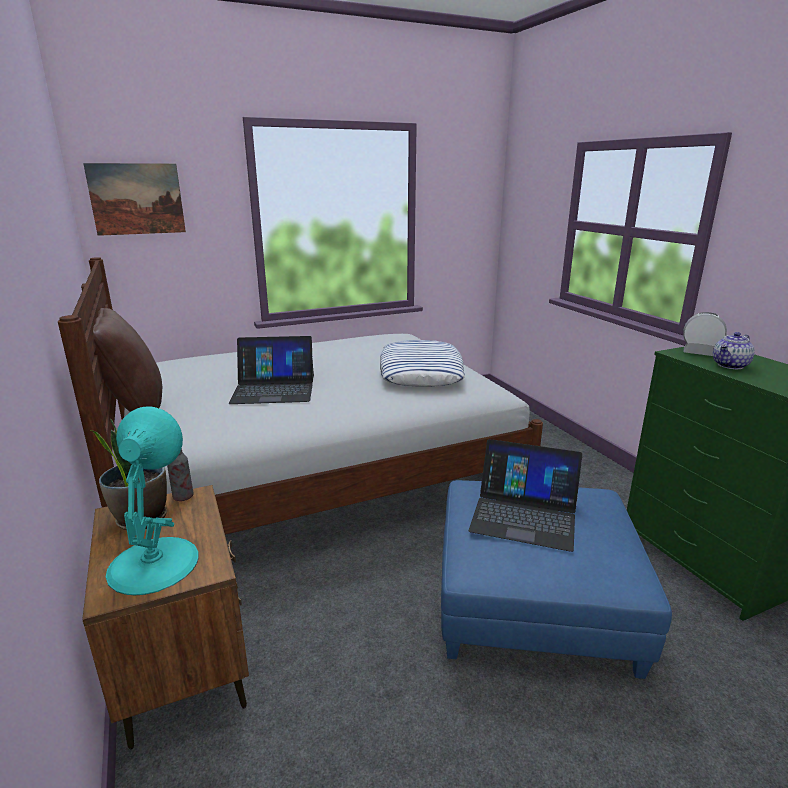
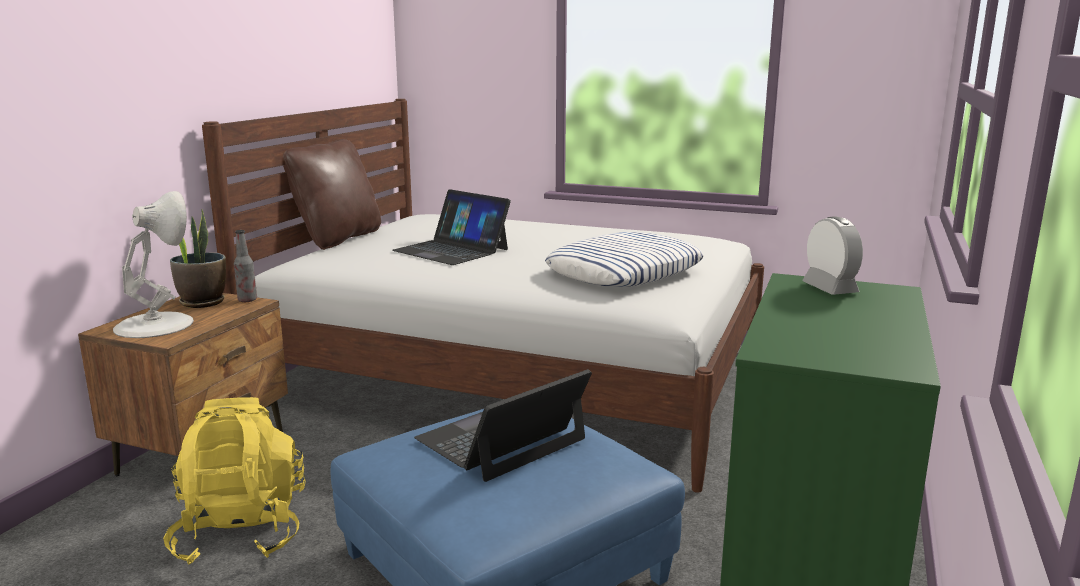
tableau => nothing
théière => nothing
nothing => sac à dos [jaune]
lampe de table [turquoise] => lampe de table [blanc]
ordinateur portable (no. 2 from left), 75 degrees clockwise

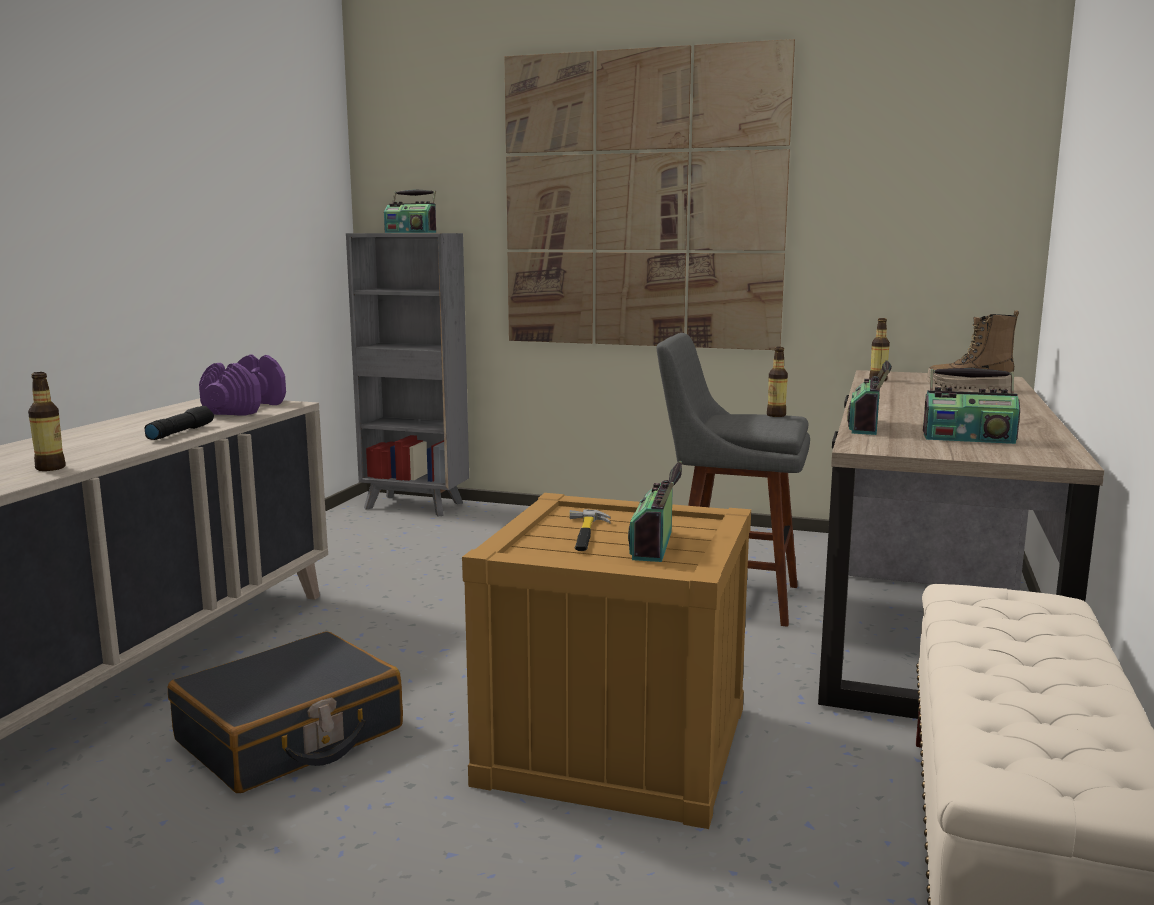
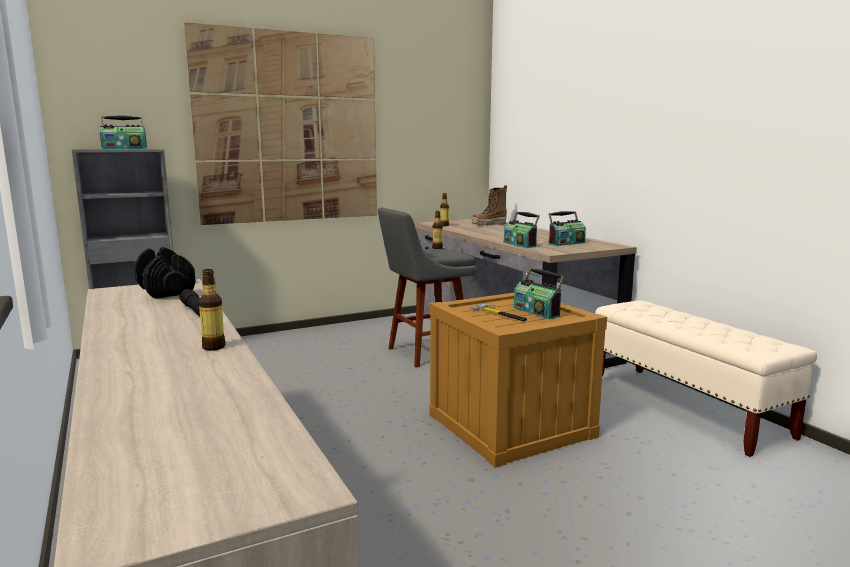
valise [noir] => nothing
haltère [violet] => haltère [noir]

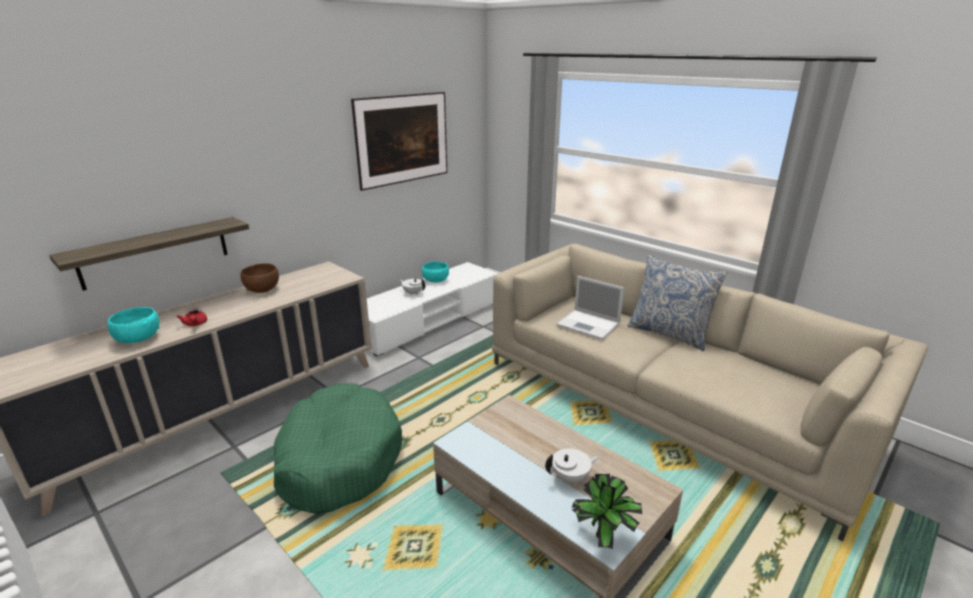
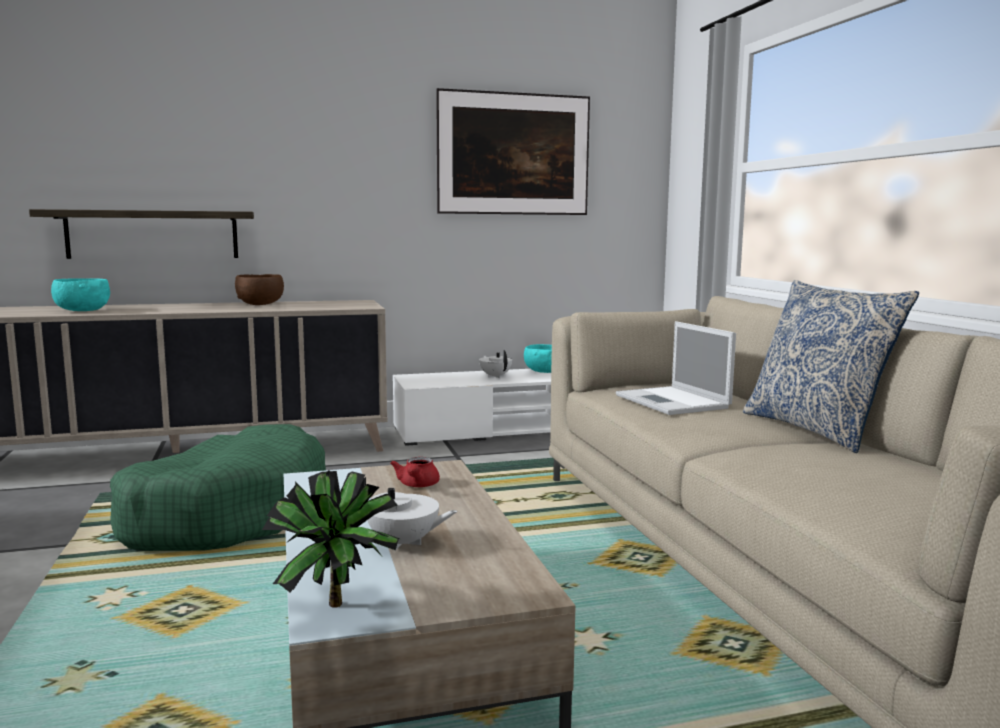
théière [rouge], shifted

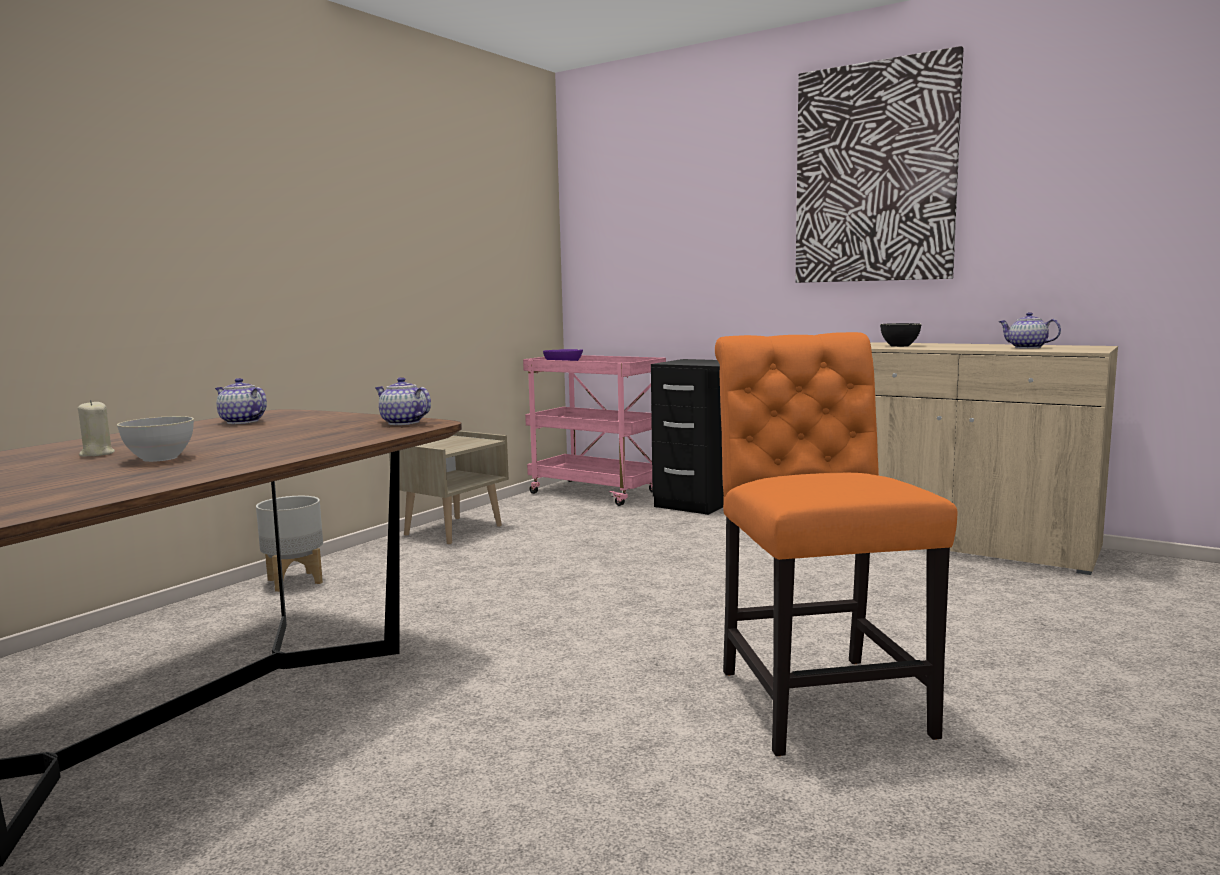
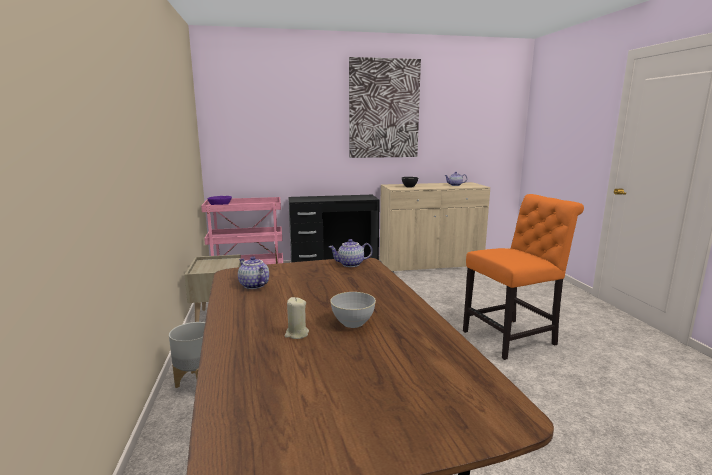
théière (no. 1 from left), 60 degrees clockwise
chaise [orange], 120 degrees clockwise

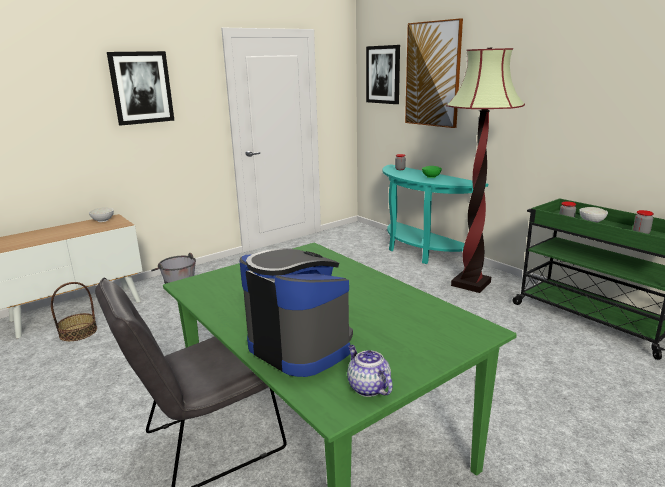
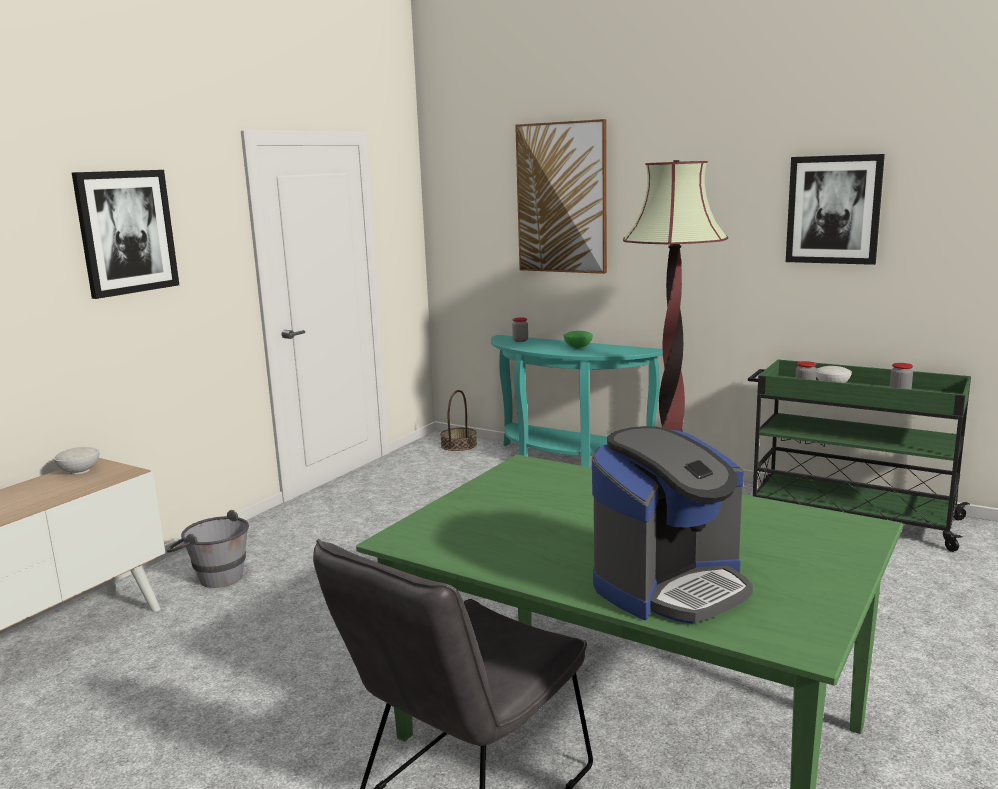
théière => nothing
panier, shifted
tableau (no. 2 from left in the first image) => tableau (no. 3 from left), shifted
machine à café, 120 degrees clockwise

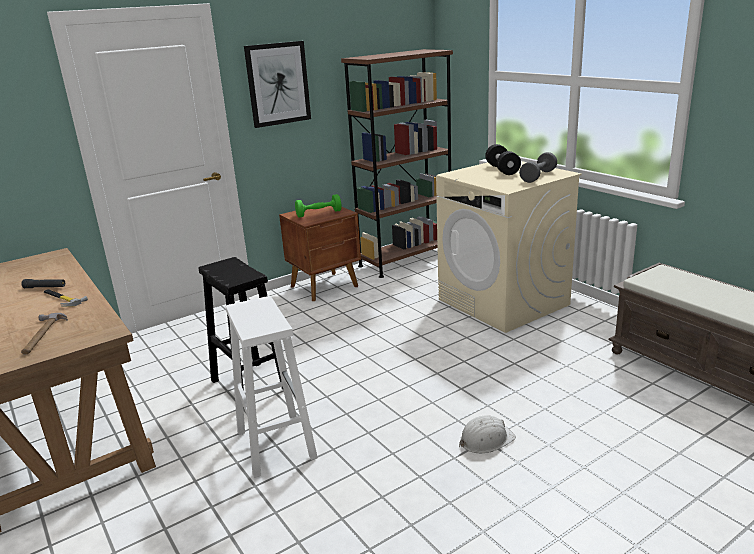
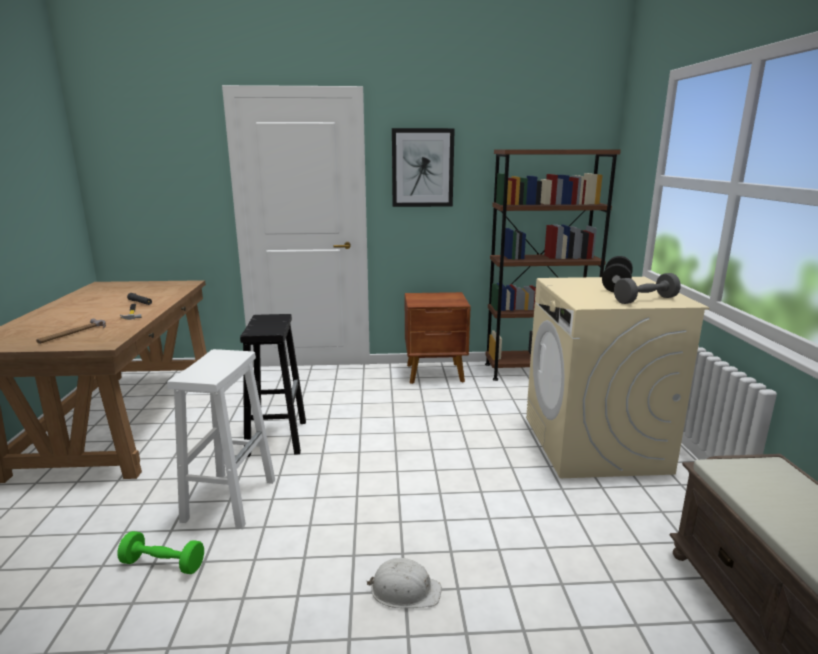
haltère [vert], shifted

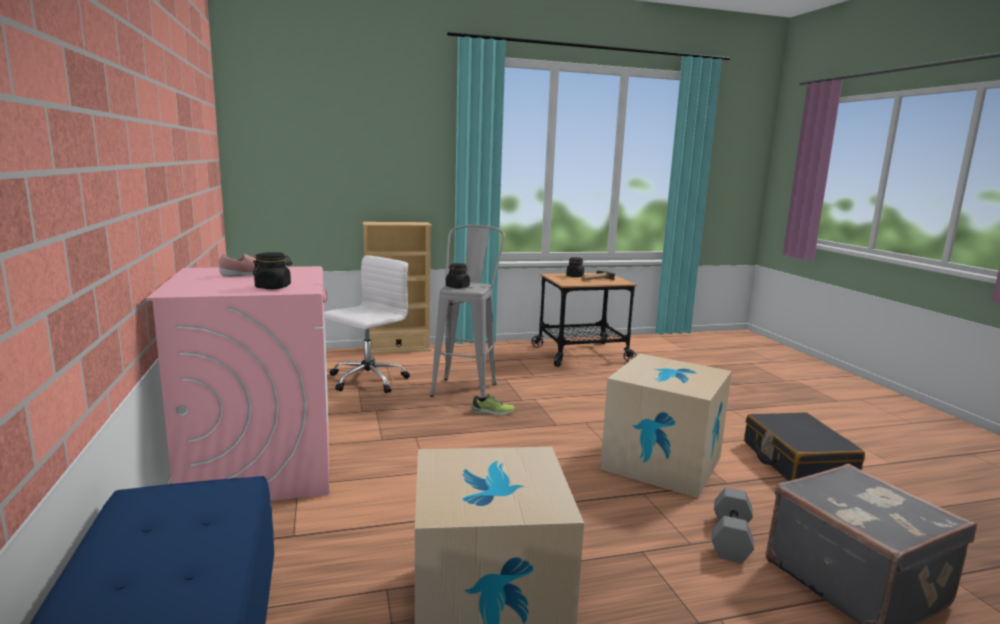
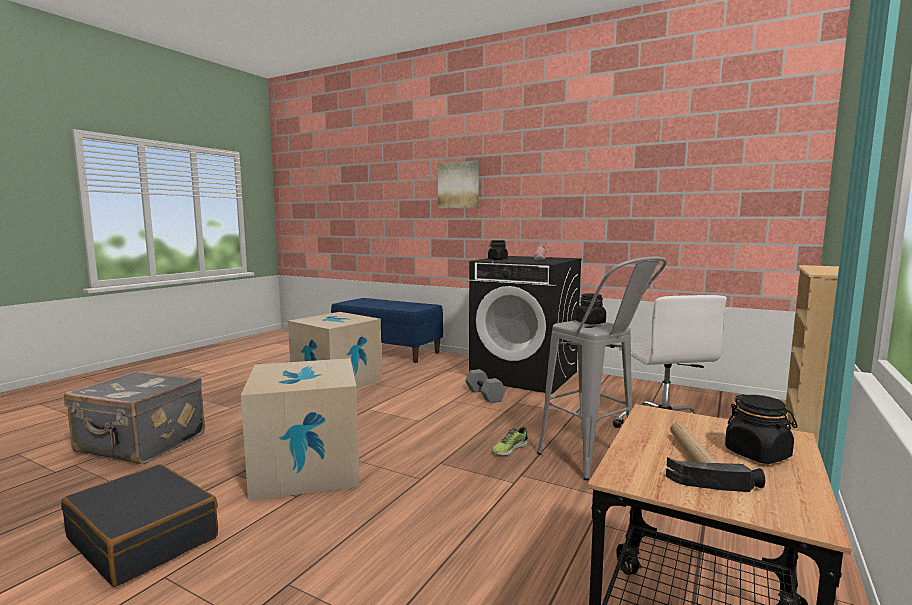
nothing => tableau
haltère [gris], shifted
lave-linge [rose] => lave-linge [noir]

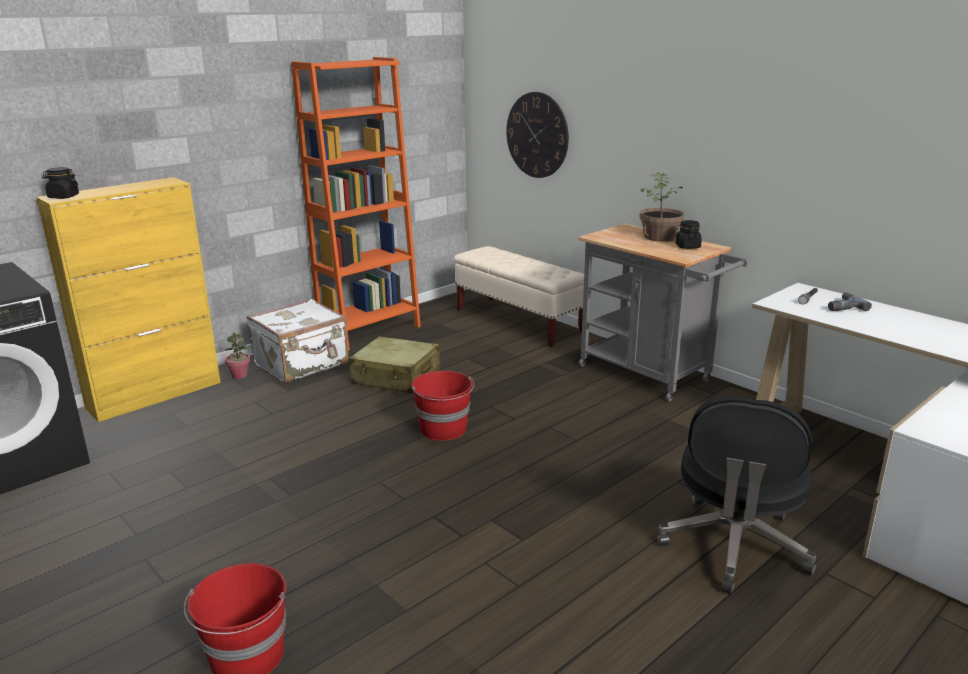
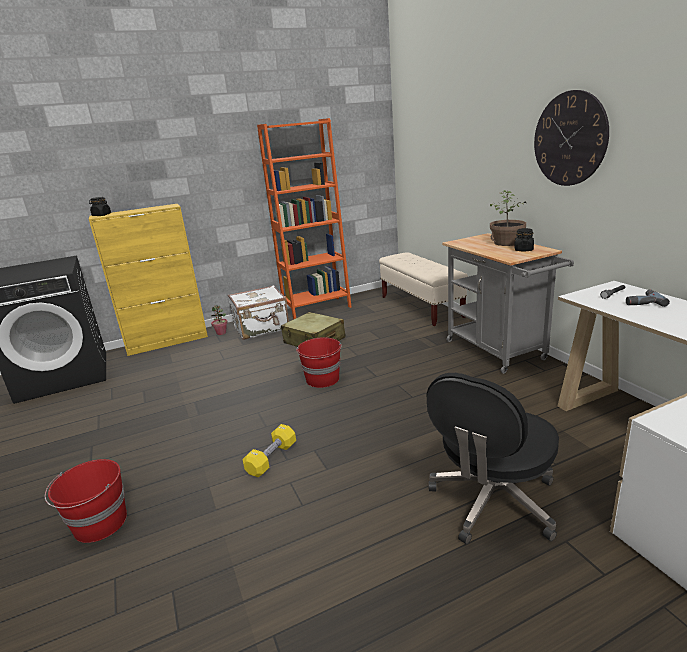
nothing => haltère [jaune]
horloge murale, shifted

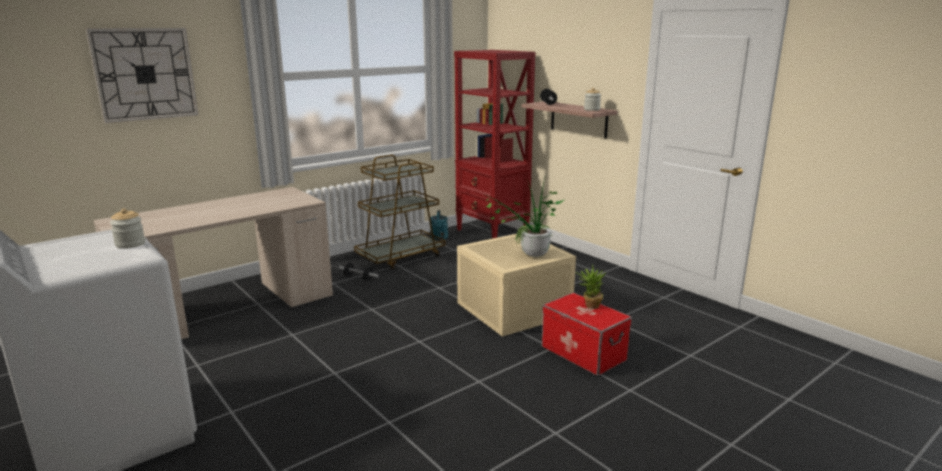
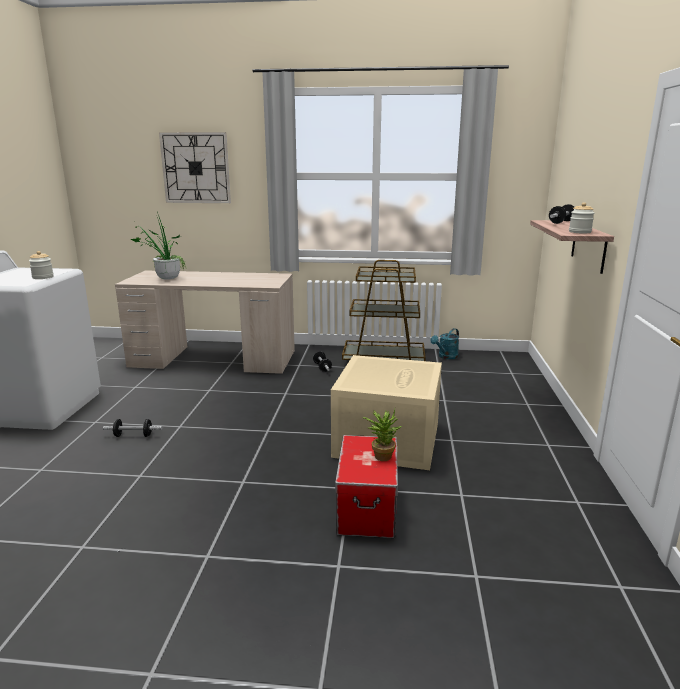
bibliothèque [rouge] => nothing
nothing => haltère (no. 1 from left)
plante en pot (no. 1 from left), shifted

